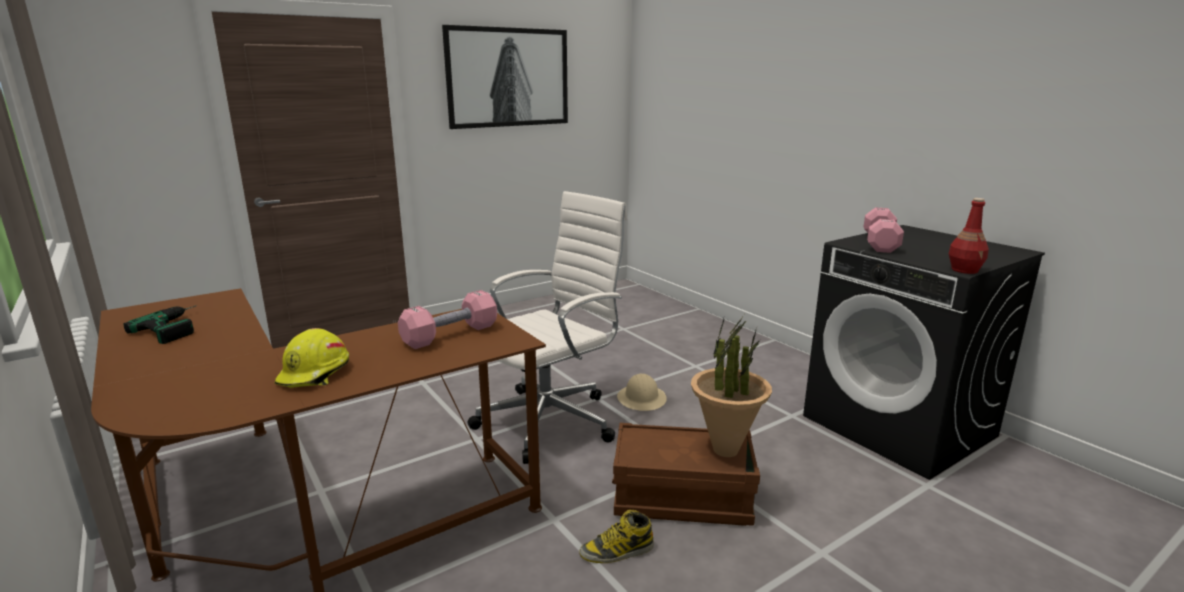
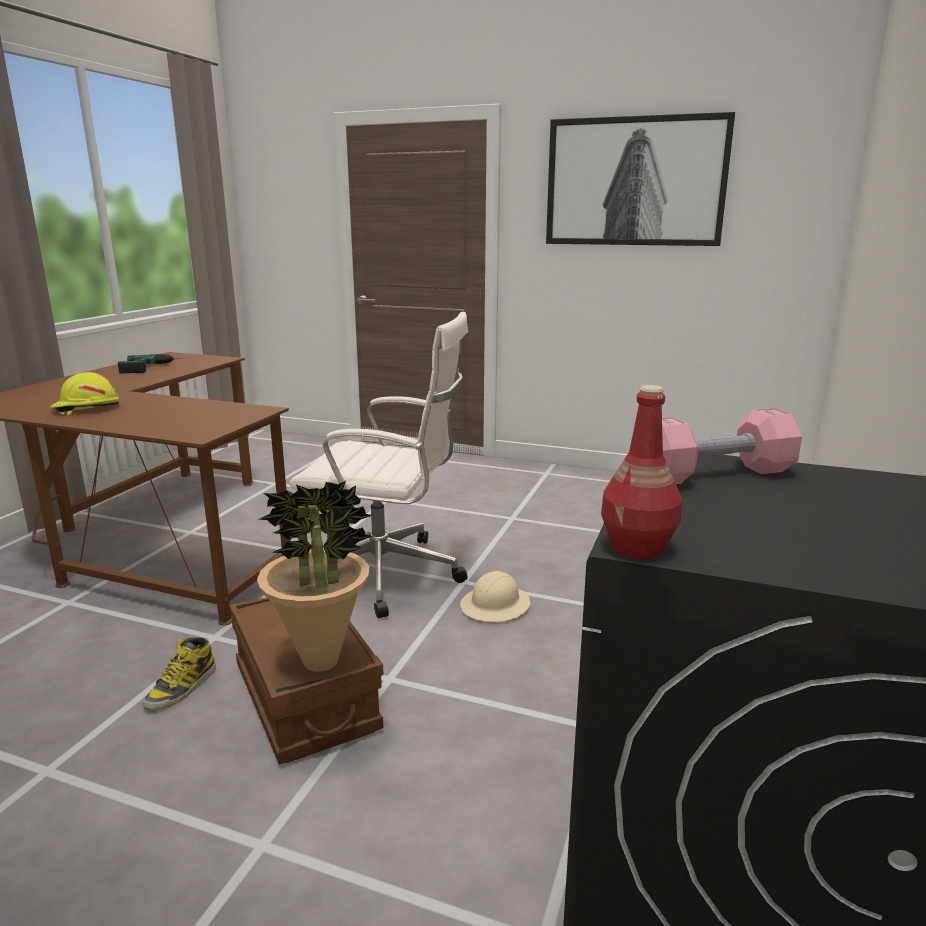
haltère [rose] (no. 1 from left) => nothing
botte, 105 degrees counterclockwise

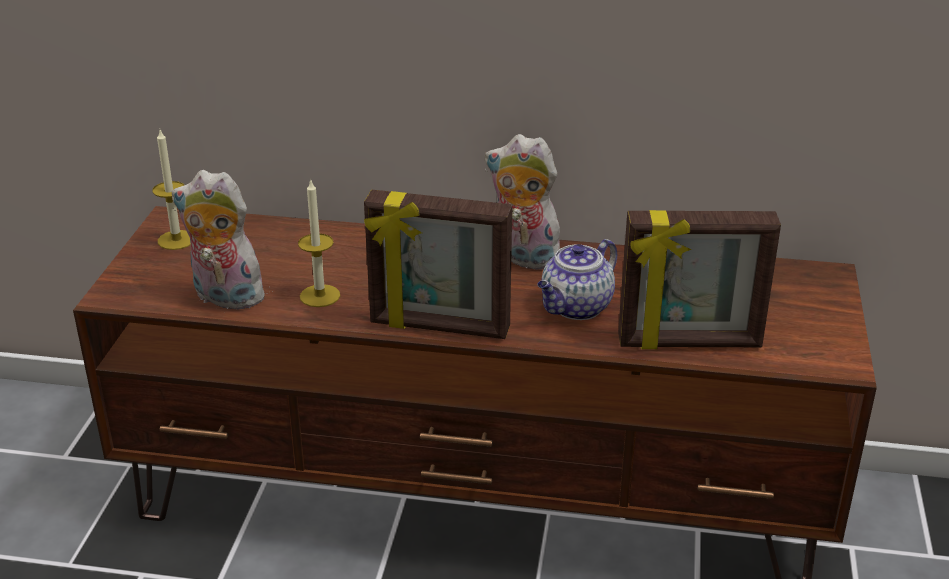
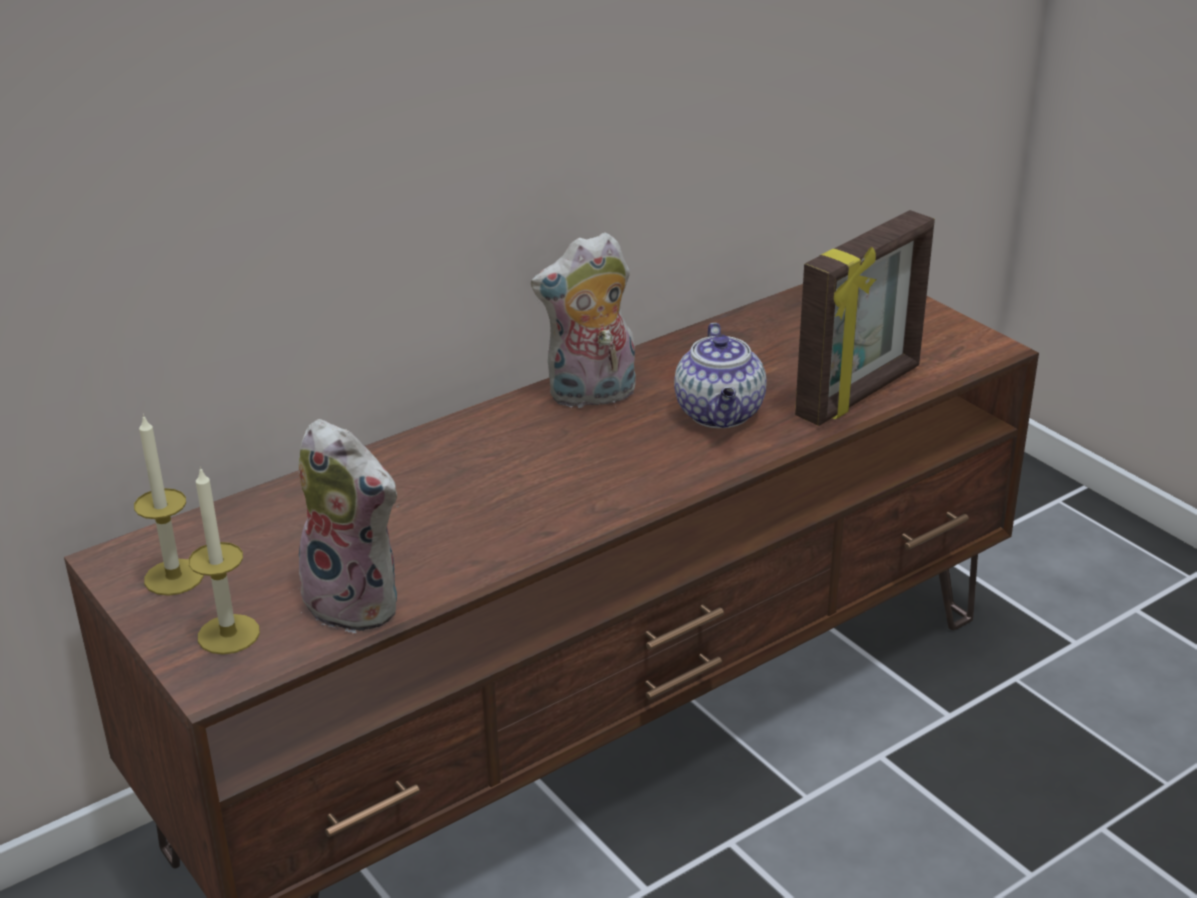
cadre photo (no. 1 from left) => nothing
bougie (no. 2 from left), shifted
peluche (no. 1 from left), 120 degrees counterclockwise

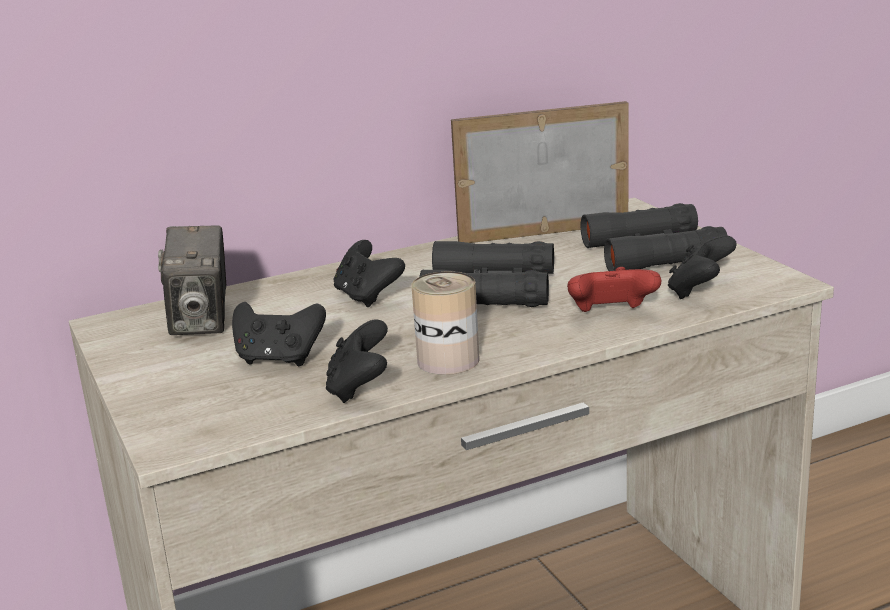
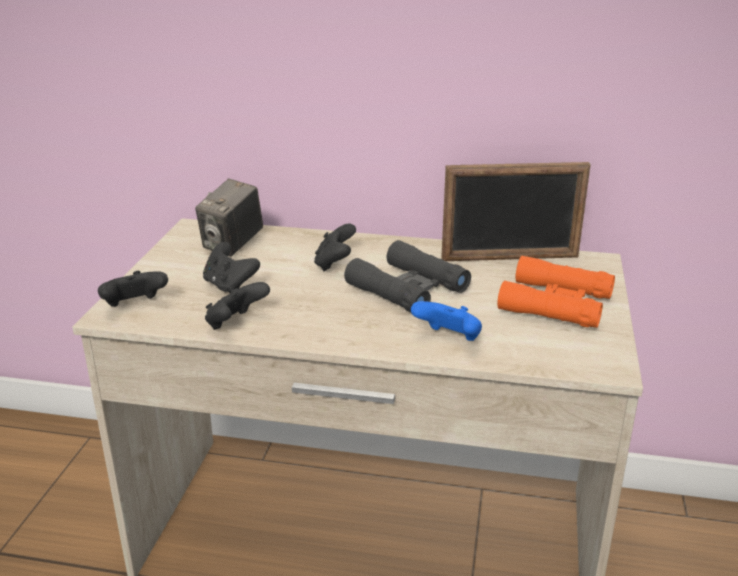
boîte métallique => nothing
manette [noir] (no. 4 from left in the first image) => manette [noir] (no. 1 from left), shifted
manette [rouge] => manette [bleu]
jumelles [noir] (no. 2 from left) => jumelles [orange]
cadre photo, 150 degrees clockwise

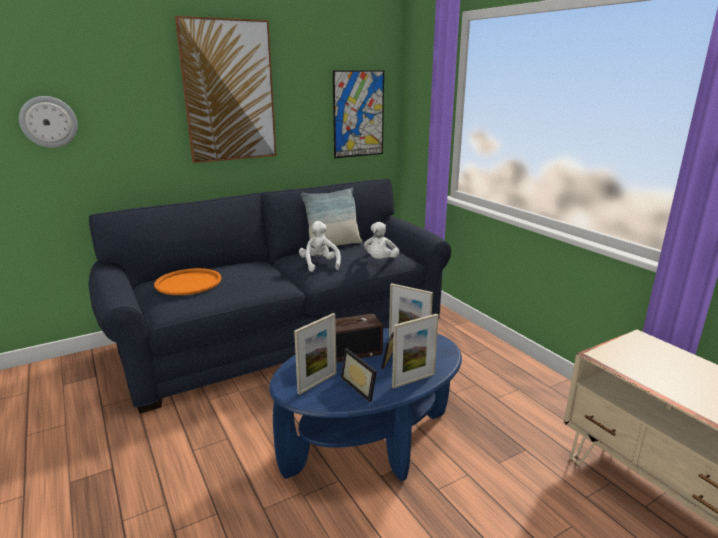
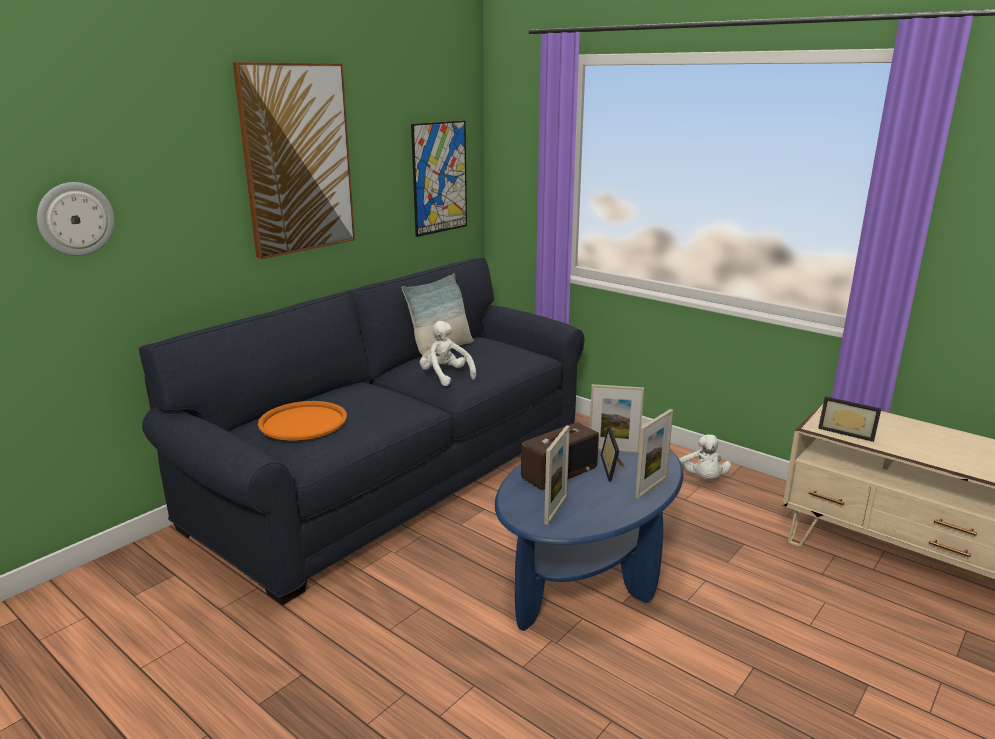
cadre photo (no. 2 from left in the first image) => cadre photo (no. 5 from left), shifted
peluche [blanc] (no. 2 from left), shifted

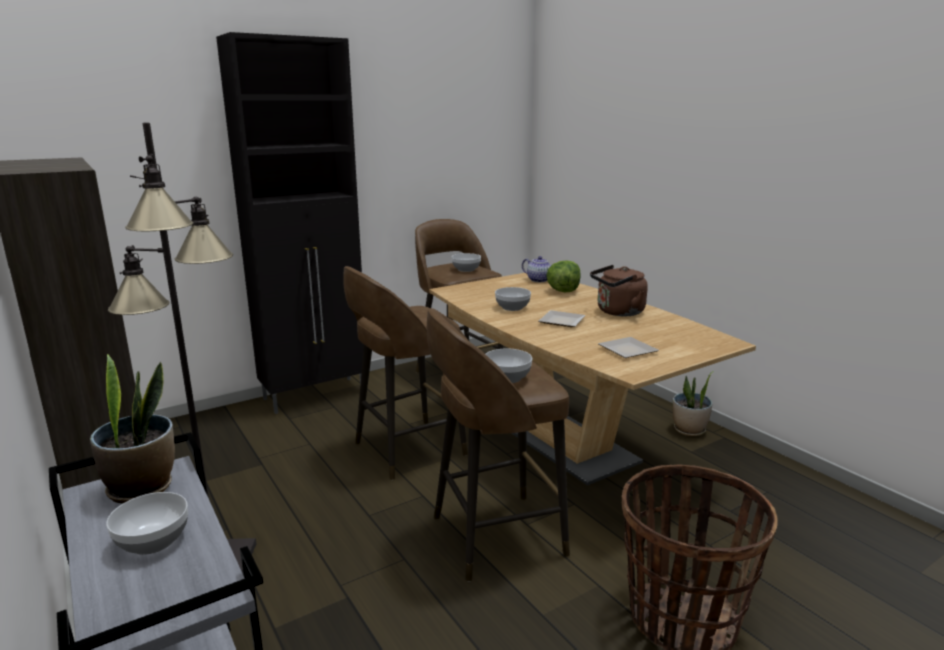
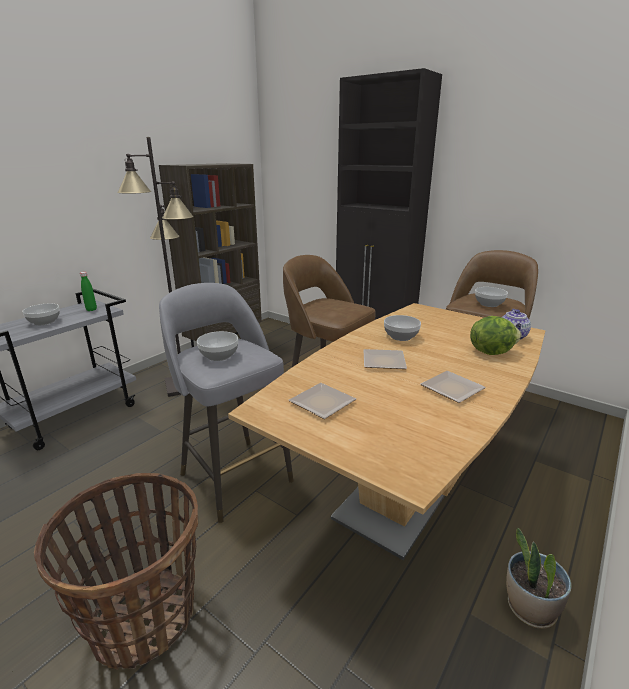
plante en pot (no. 1 from left) => bouteille [vert]
bouilloire [marron] => assiette (no. 3 from left)
tabouret [marron] (no. 3 from left) => tabouret [gris]

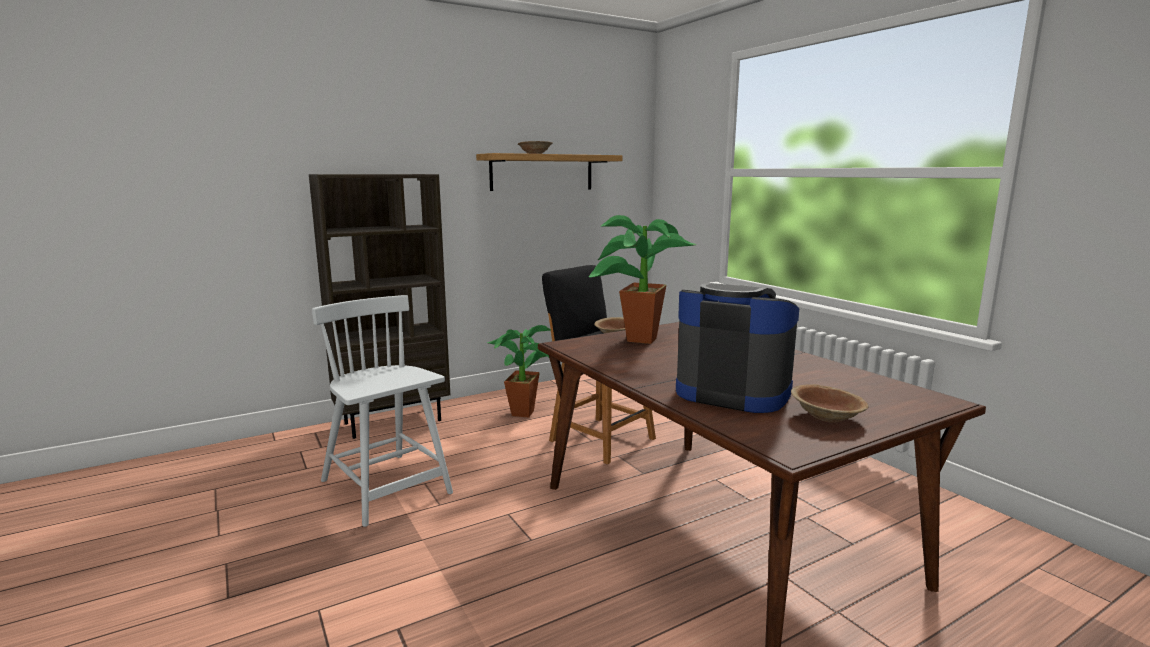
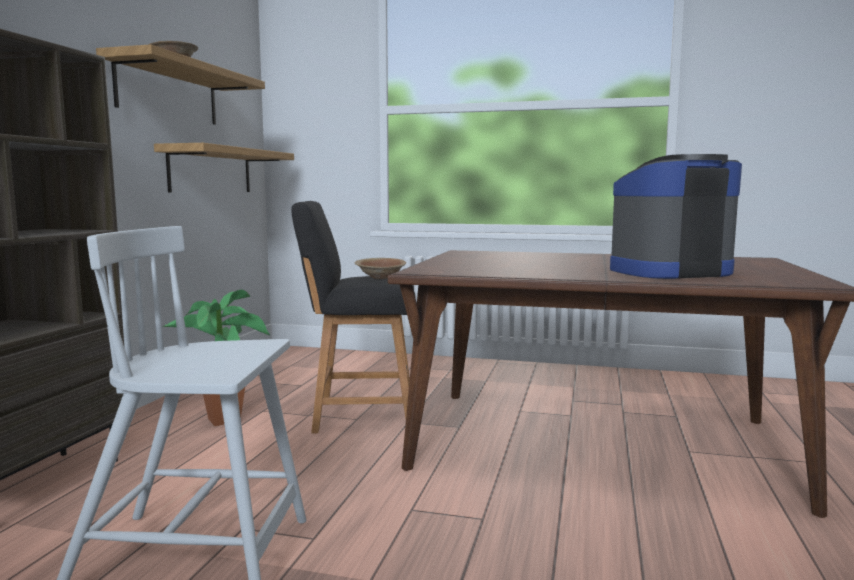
plante en pot (no. 2 from left) => nothing
bol [marron] (no. 3 from left) => nothing
nothing => étagère (no. 2 from left)

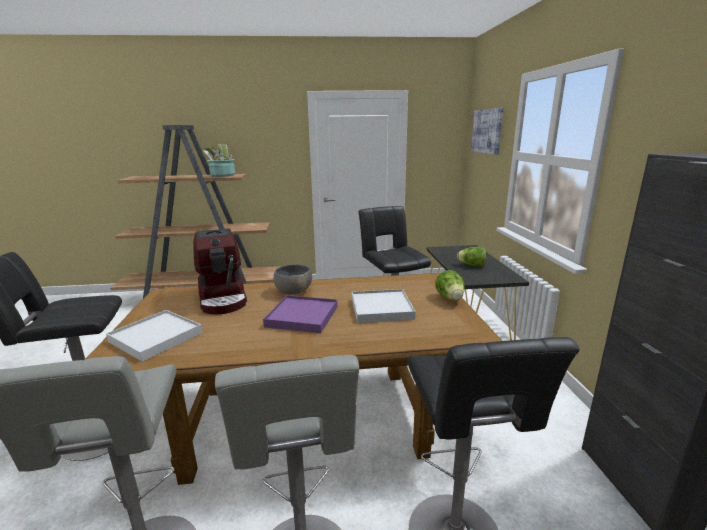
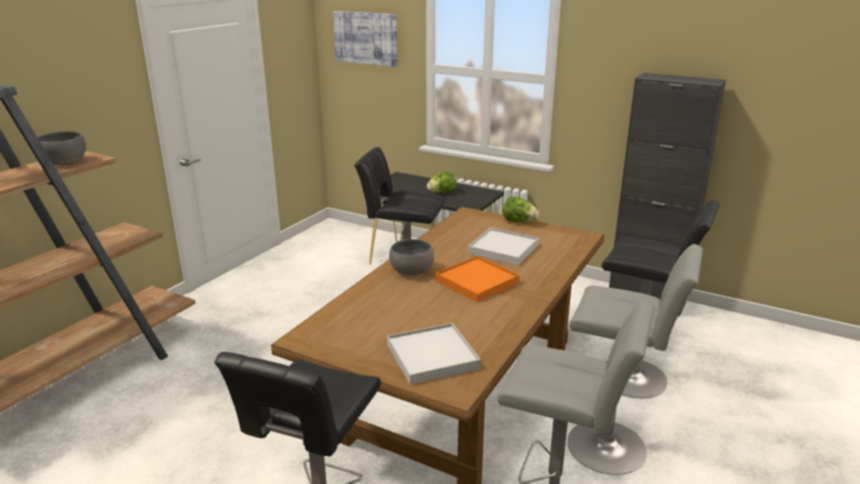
machine à café => nothing
plante en pot => bol [gris] (no. 1 from left)
plateau [violet] => plateau [orange]

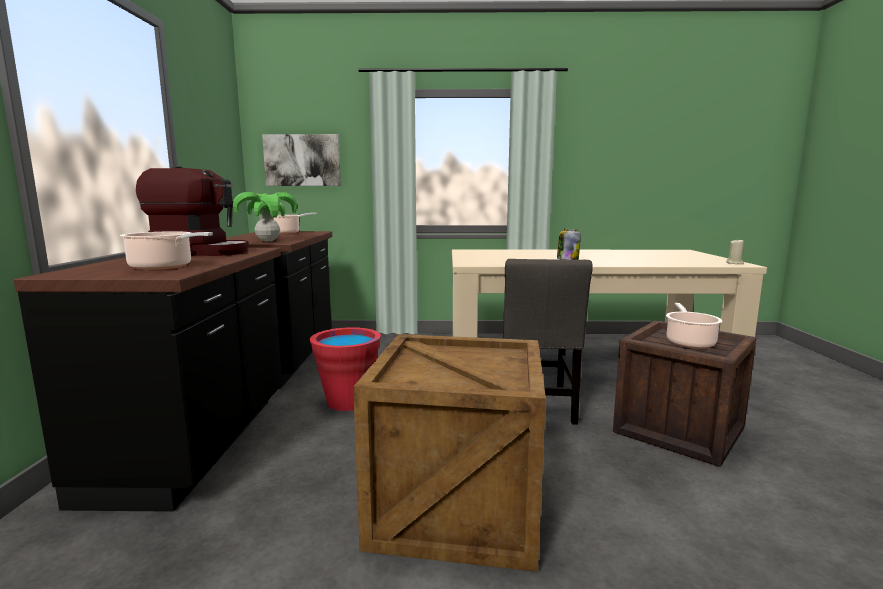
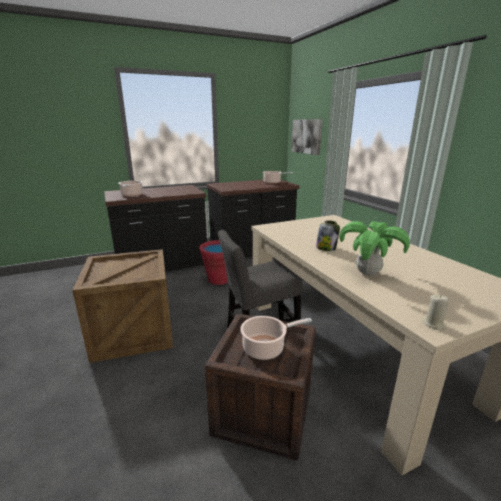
machine à café => nothing
plante en pot, shifted

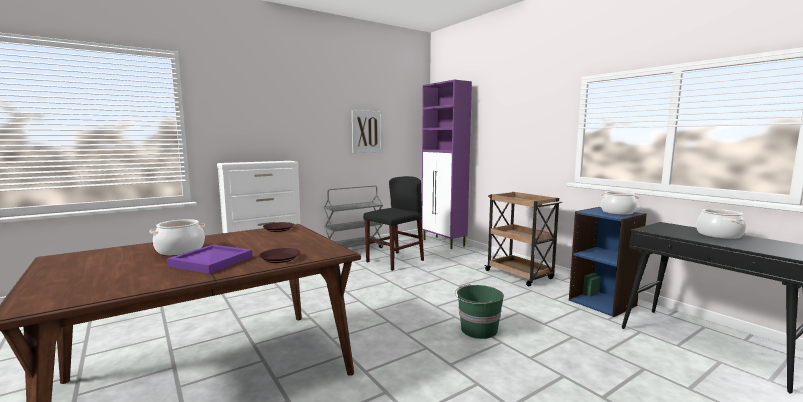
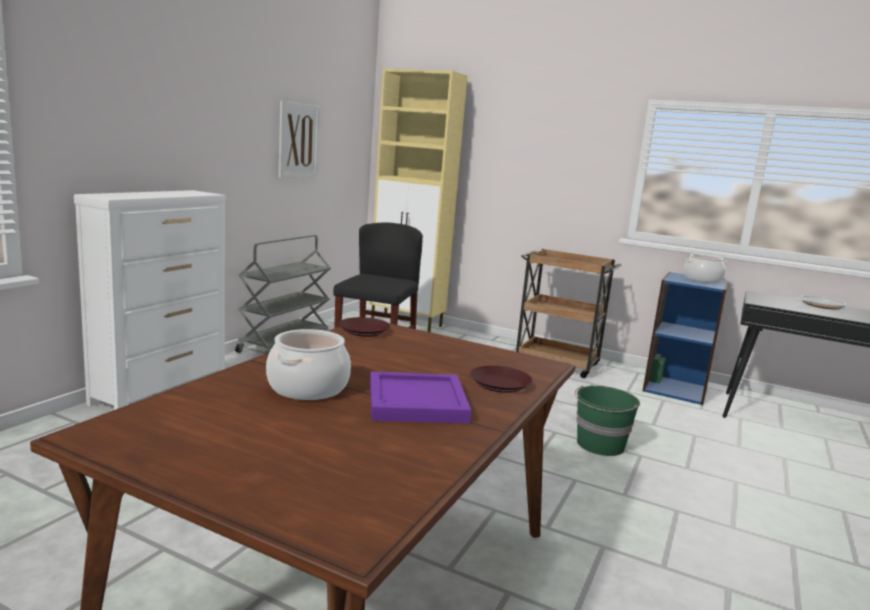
marmite (no. 3 from left) => poêle
meuble de rangement [violet] => meuble de rangement [beige]

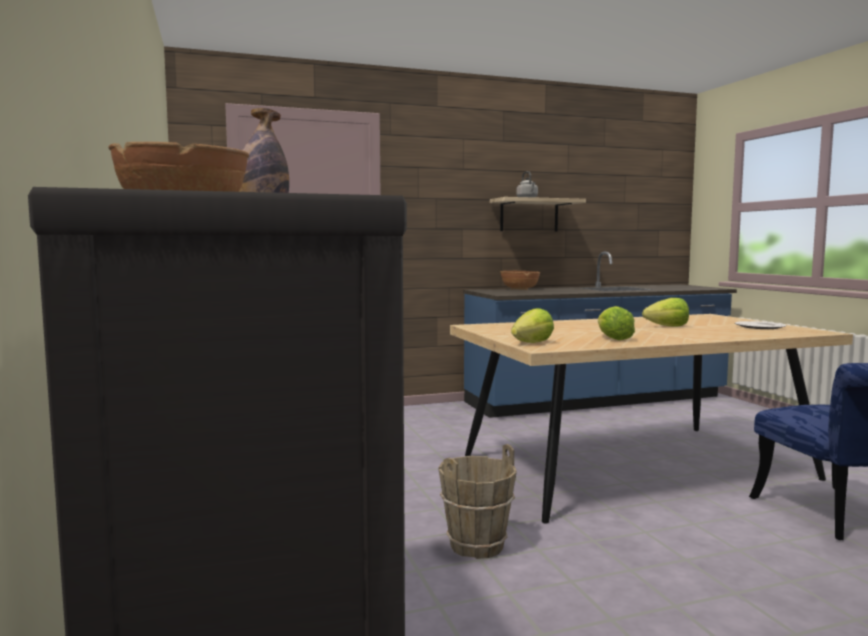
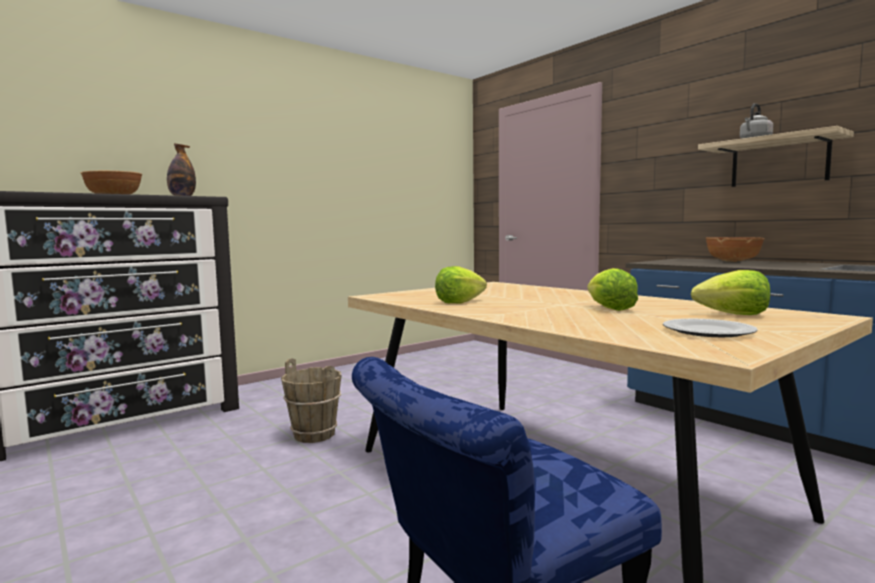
laitue (no. 1 from left in the first image) => laitue (no. 3 from left), shifted

